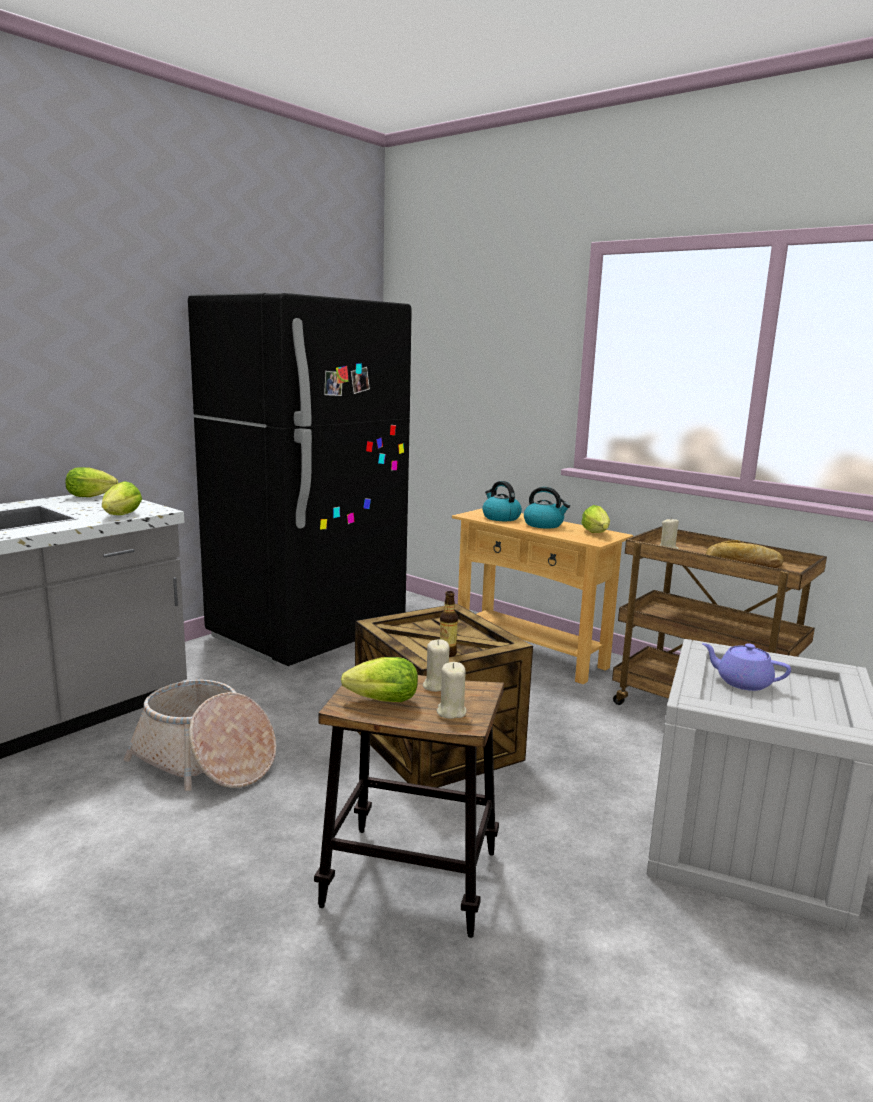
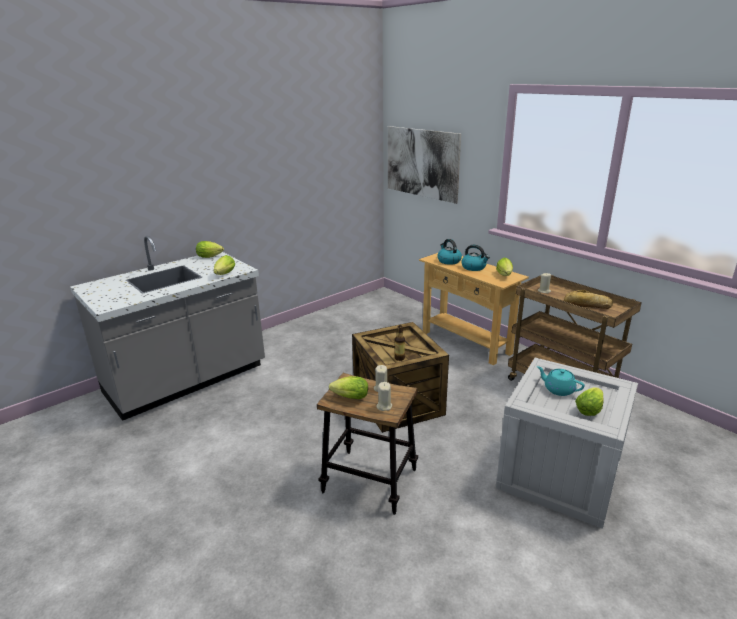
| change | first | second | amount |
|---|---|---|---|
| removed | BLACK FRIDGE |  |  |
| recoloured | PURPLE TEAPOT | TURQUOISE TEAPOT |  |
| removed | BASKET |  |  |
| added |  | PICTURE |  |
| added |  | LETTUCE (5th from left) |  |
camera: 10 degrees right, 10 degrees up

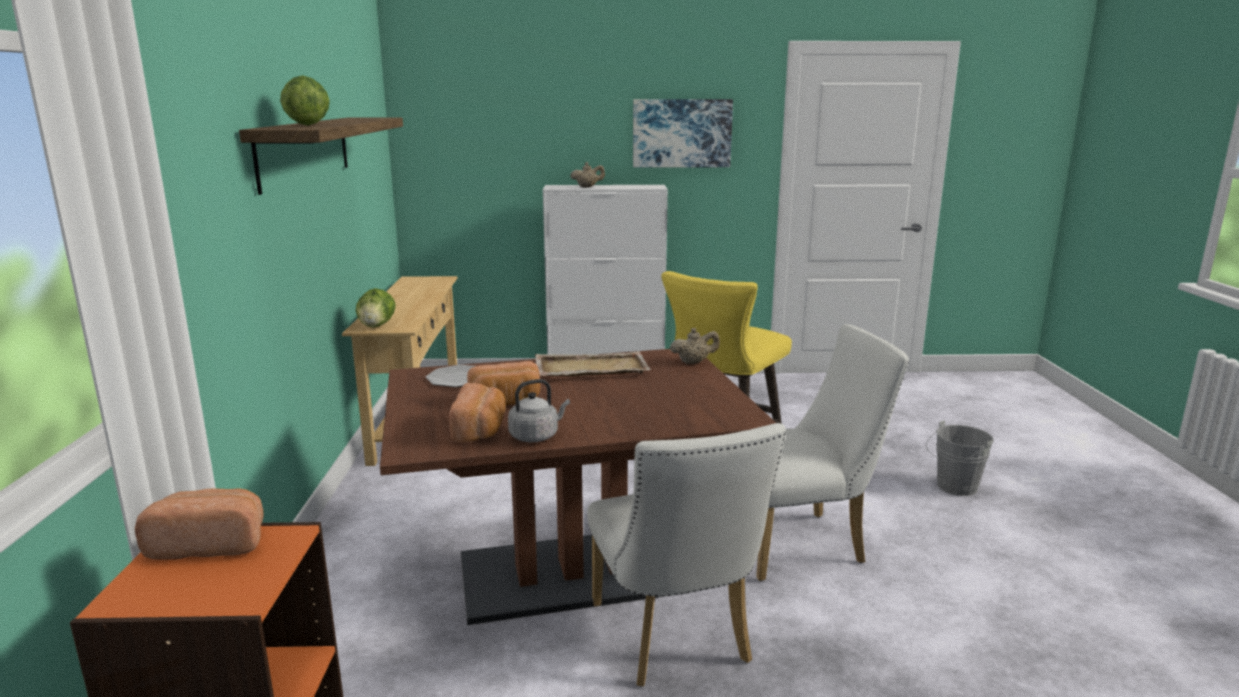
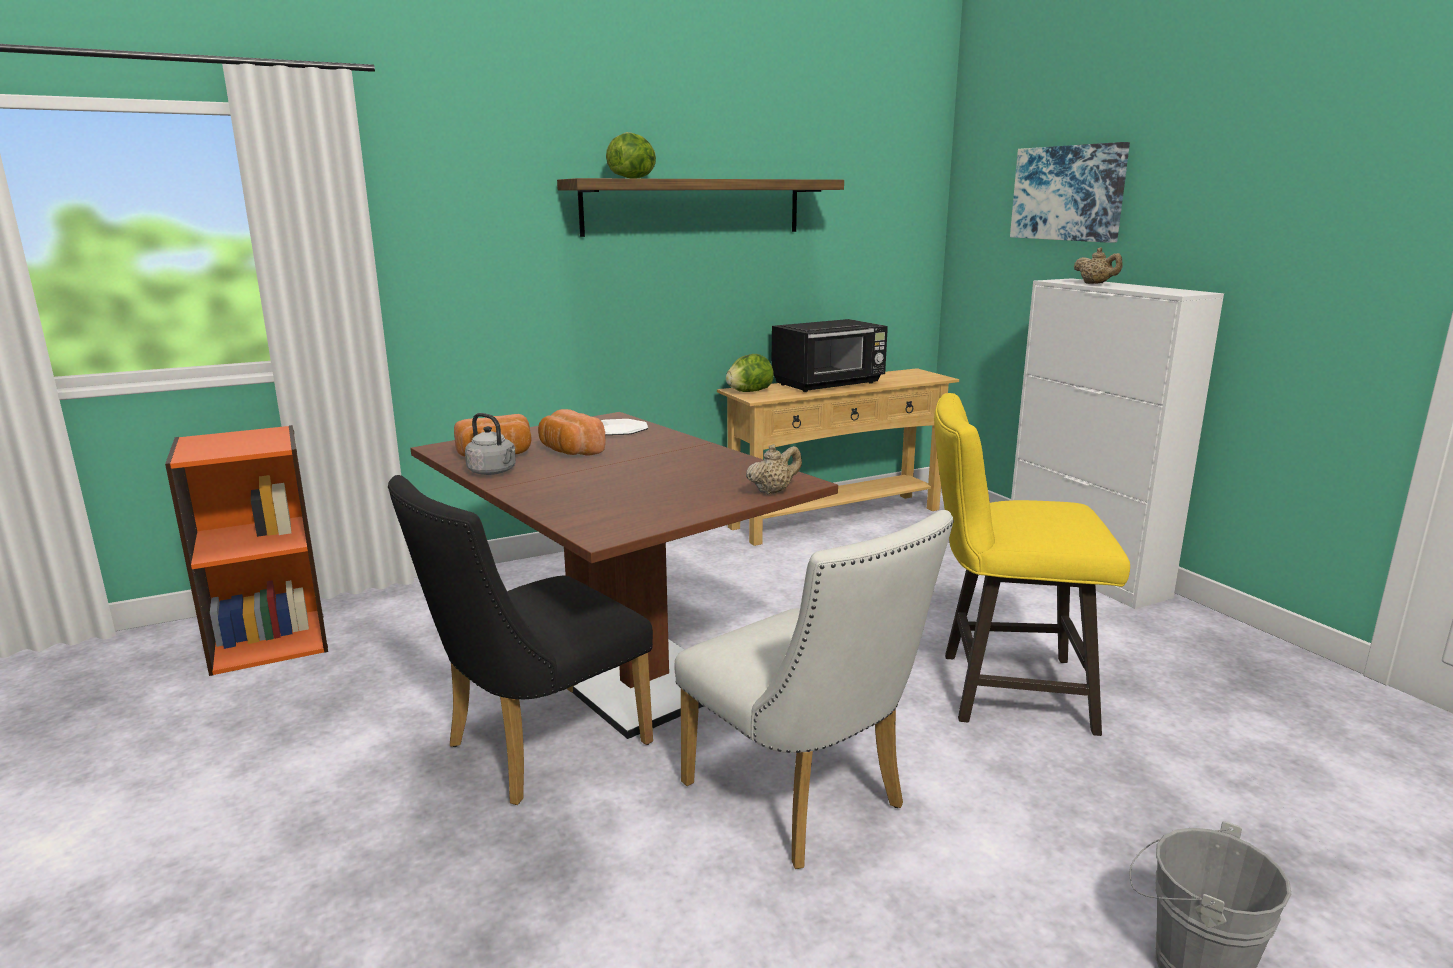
| change | first | second | amount |
|---|---|---|---|
| moved | PICTURE |  |  |
| turned | BEIGE TEAPOT (2nd from left in the first image) | BEIGE TEAPOT (1st from left) | 90 degrees counterclockwise |
| removed | BEIGE TRAY |  |  |
| recoloured | WHITE CHAIR (1st from left) | BLACK CHAIR |  |
| removed | BREAD (1st from left) |  |  |
| added |  | BLACK MICROWAVE |  |
camera: 65 degrees right, 0 degrees up

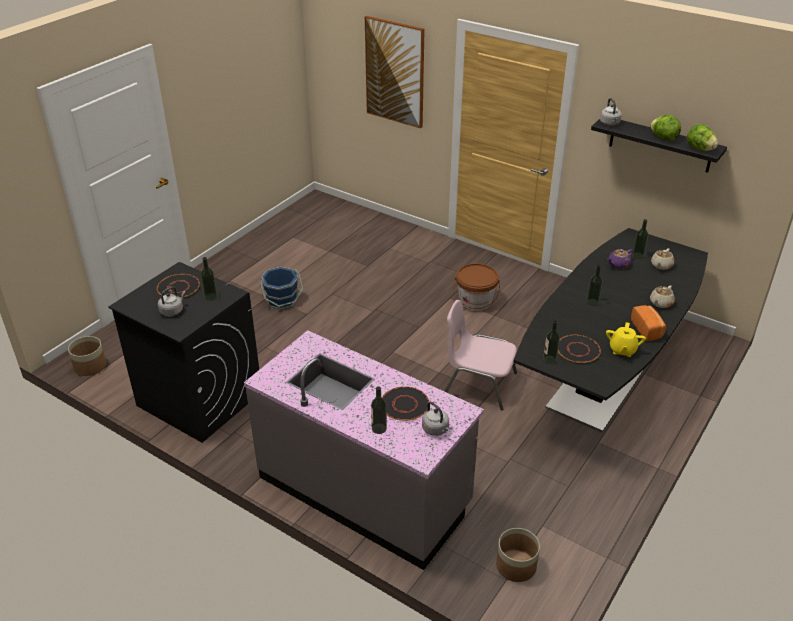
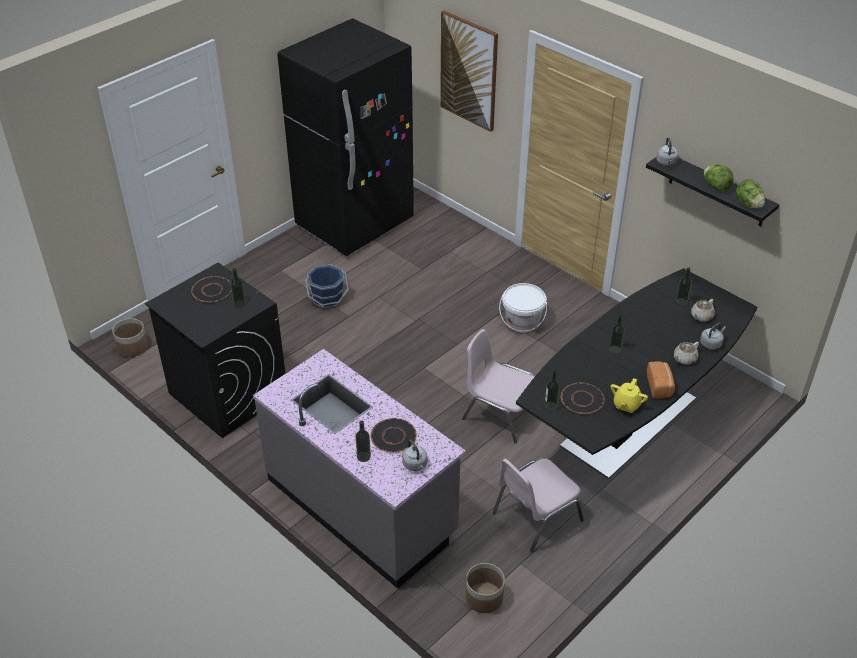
| change | first | second | amount |
|---|---|---|---|
| removed | PURPLE TEAPOT |  |  |
| recoloured | BROWN BUCKET | WHITE BUCKET |  |
| moved | GREY KETTLE (1st from left in the first image) | GREY KETTLE (3rd from left) |  |
| added |  | BLACK FRIDGE |  |
| added |  | PINK CHAIR (2nd from left) |  |
camera: 10 degrees right, 5 degrees up

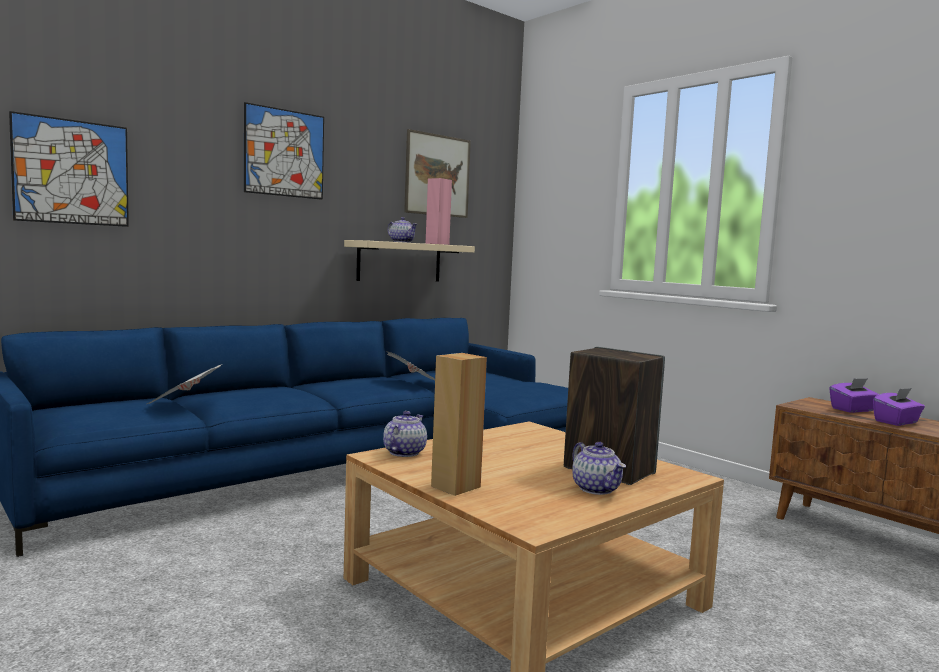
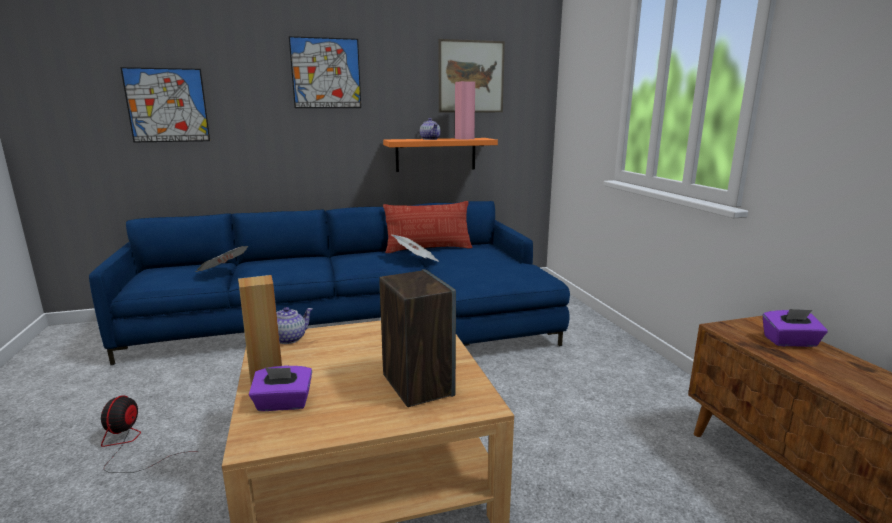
| change | first | second | amount |
|---|---|---|---|
| recoloured | BEIGE SHELF | ORANGE SHELF |  |
| moved | PURPLE TISSUE BOX (2nd from left in the first image) | PURPLE TISSUE BOX (1st from left) |  |
| removed | TEAPOT (3rd from left) |  |  |
| added |  | PILLOW |  |
| added |  | FAN |  |
camera: 25 degrees right, 10 degrees up

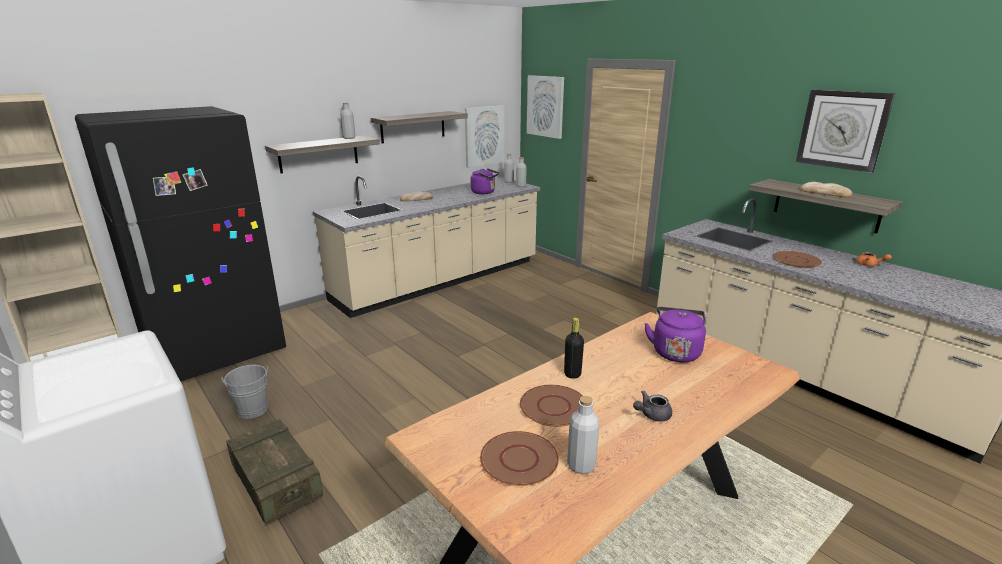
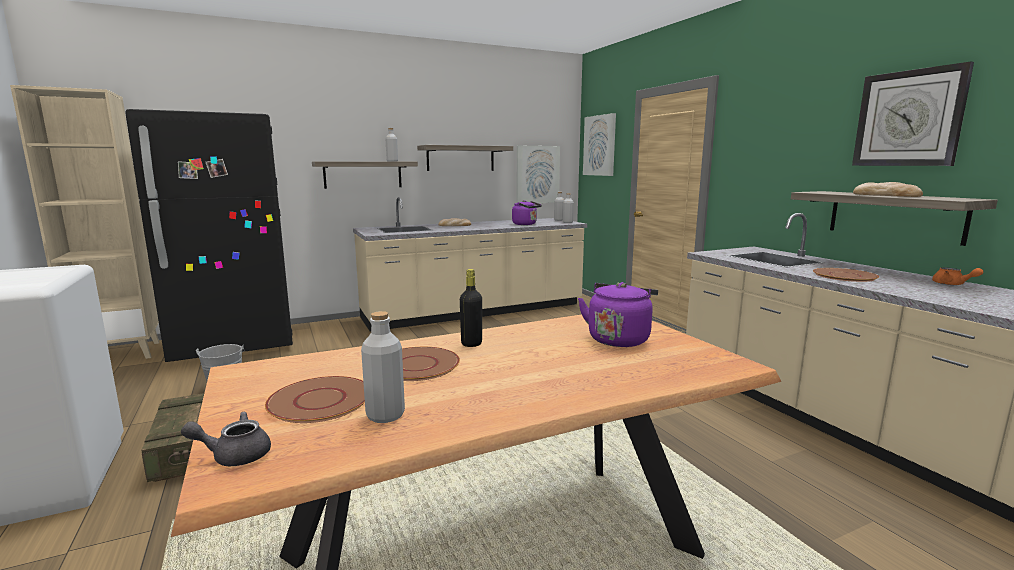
| change | first | second | amount |
|---|---|---|---|
| moved | GREY TEAPOT |  |  |
camera: 15 degrees right, 10 degrees down

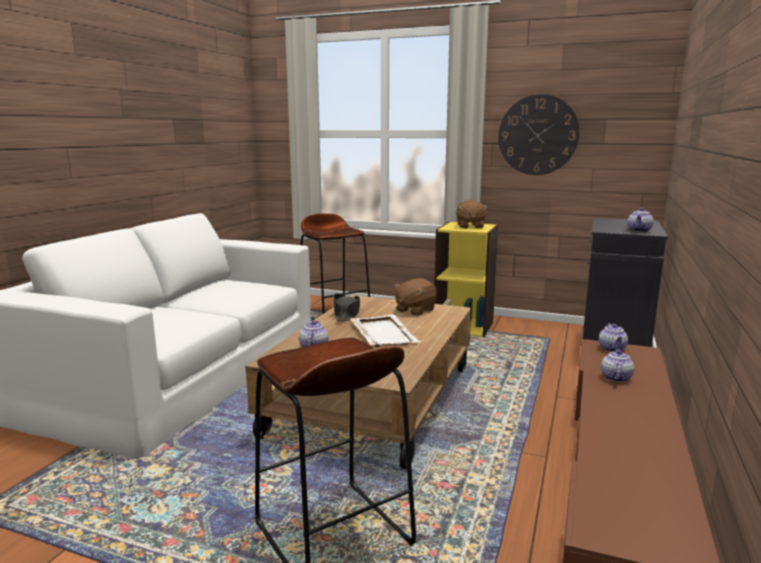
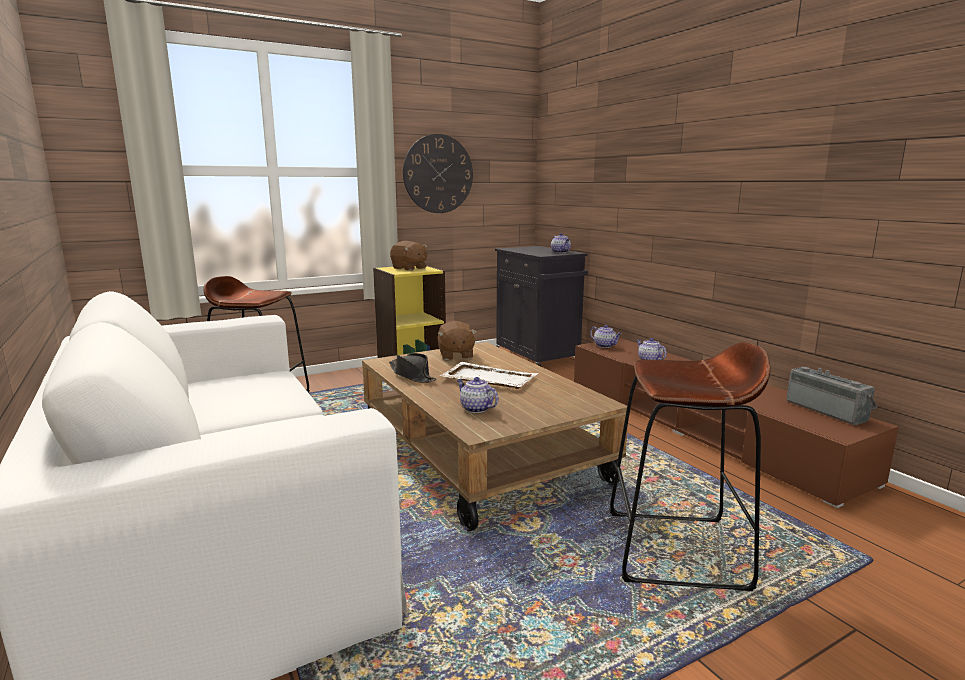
| change | first | second | amount |
|---|---|---|---|
| added |  | RADIO |  |
camera: 50 degrees left, 0 degrees up

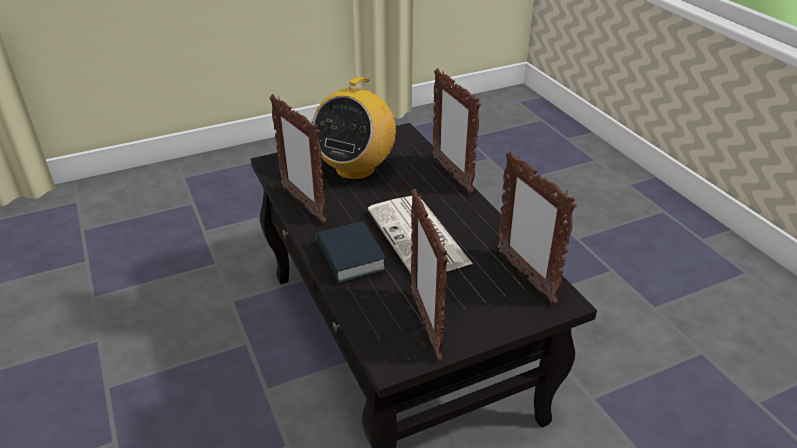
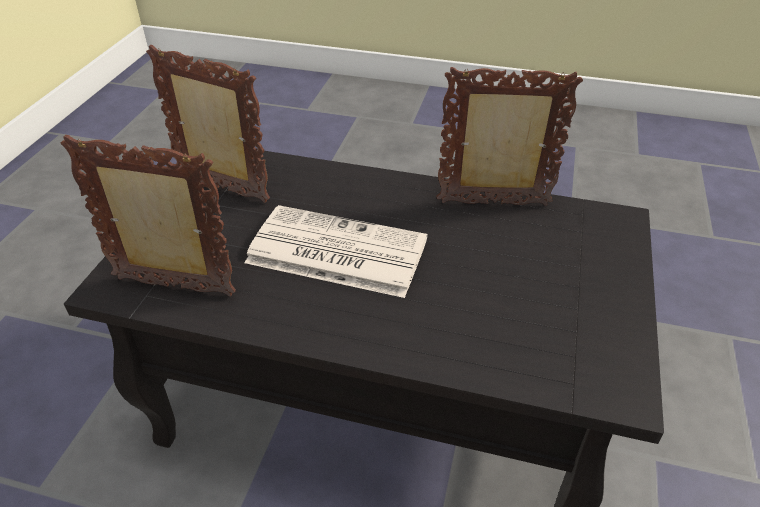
| change | first | second | amount |
|---|---|---|---|
| removed | PICTURE FRAME (3rd from left) |  |  |
| removed | RADIO |  |  |
| removed | BOOK |  |  |
camera: 130 degrees right, 5 degrees up

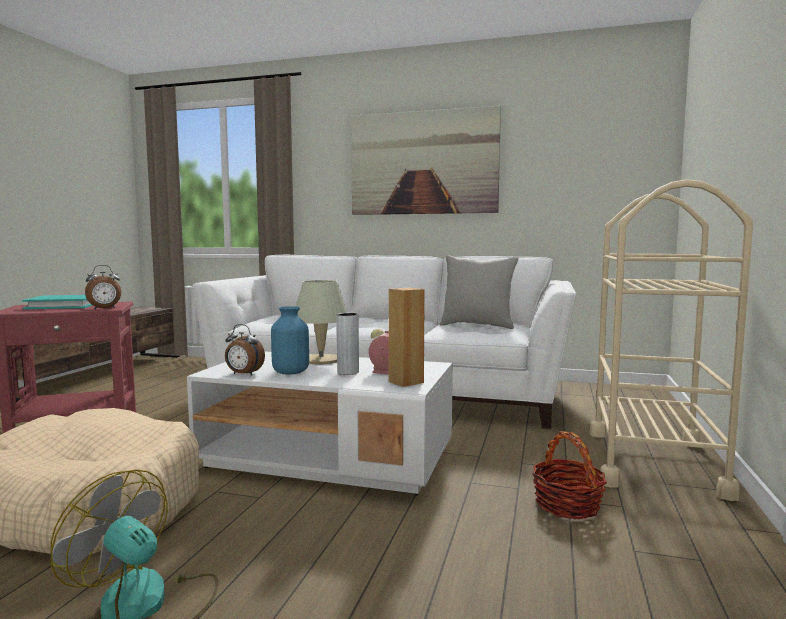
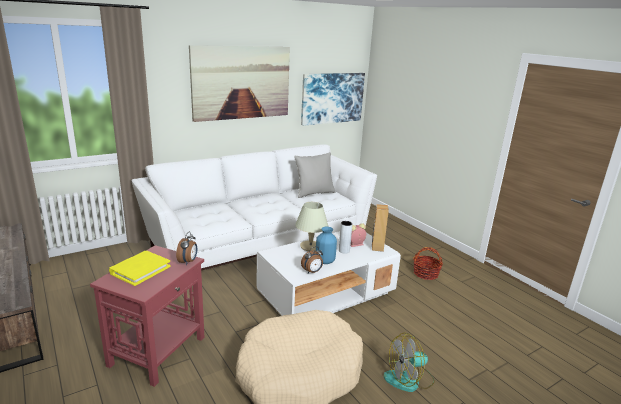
| change | first | second | amount |
|---|---|---|---|
| removed | BEIGE CART |  |  |
| recoloured | TURQUOISE BOOK | YELLOW BOOK |  |
| added |  | PICTURE (2nd from left) |  |
camera: 50 degrees left, 15 degrees up

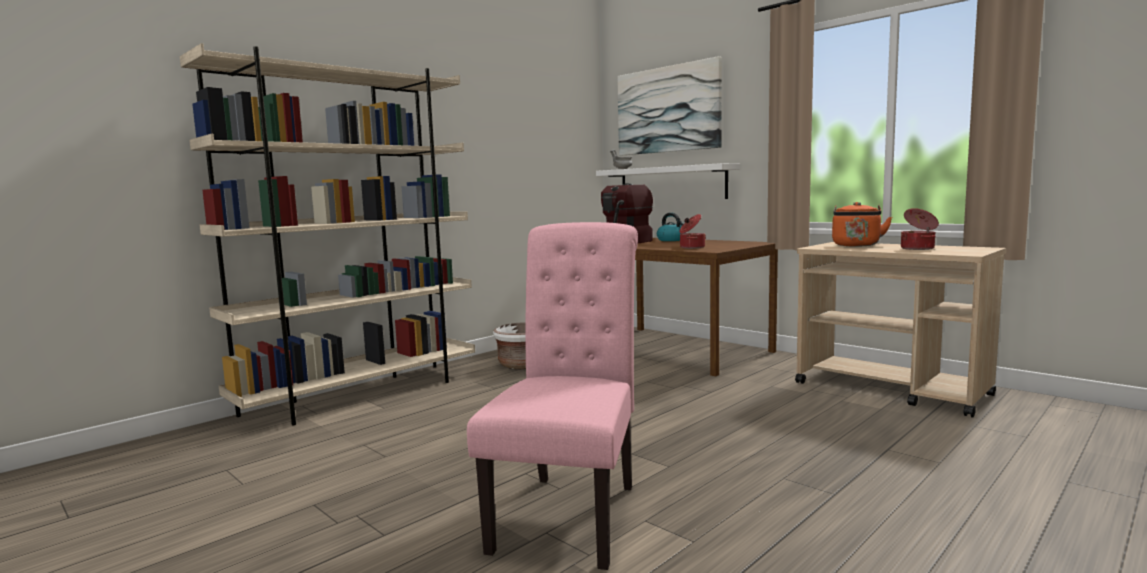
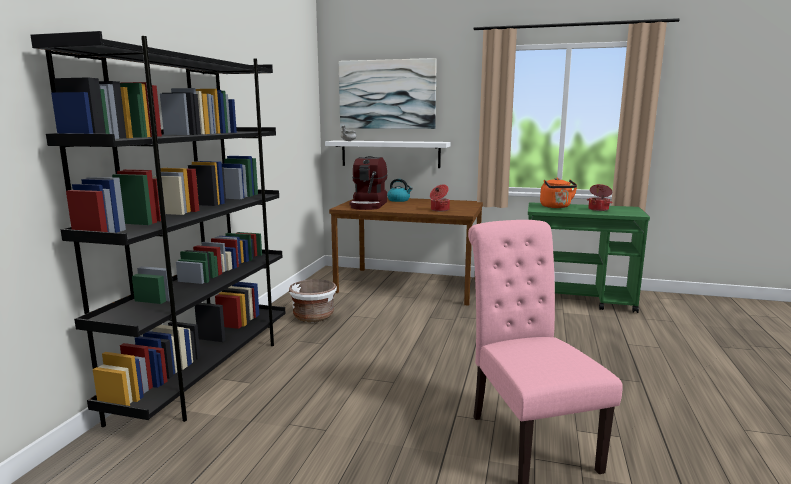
| change | first | second | amount |
|---|---|---|---|
| recoloured | BEIGE BOOKCASE | BLACK BOOKCASE |  |
| recoloured | BEIGE CART | GREEN CART |  |
camera: 30 degrees left, 5 degrees up

